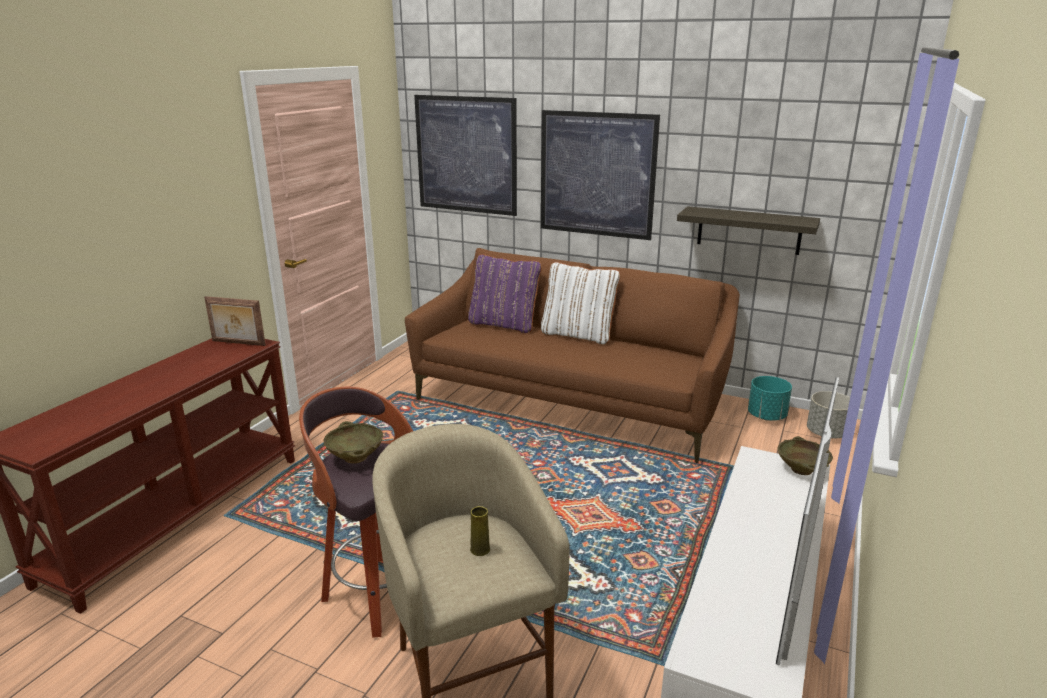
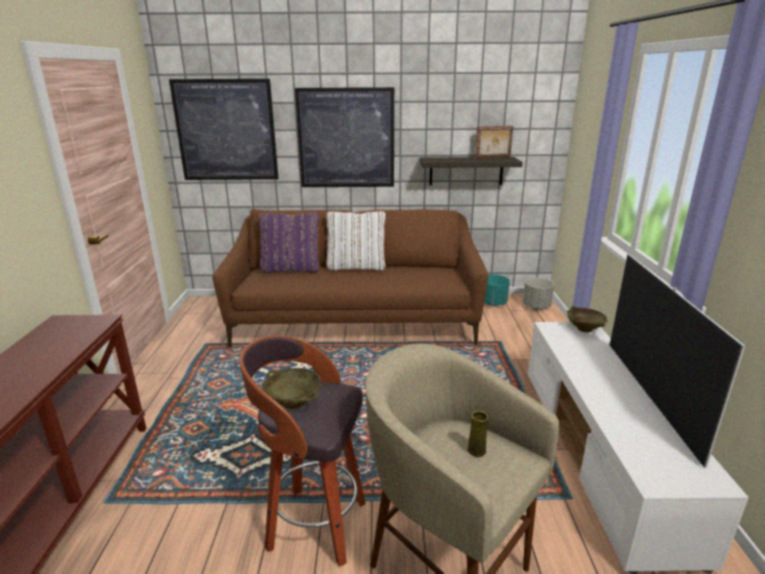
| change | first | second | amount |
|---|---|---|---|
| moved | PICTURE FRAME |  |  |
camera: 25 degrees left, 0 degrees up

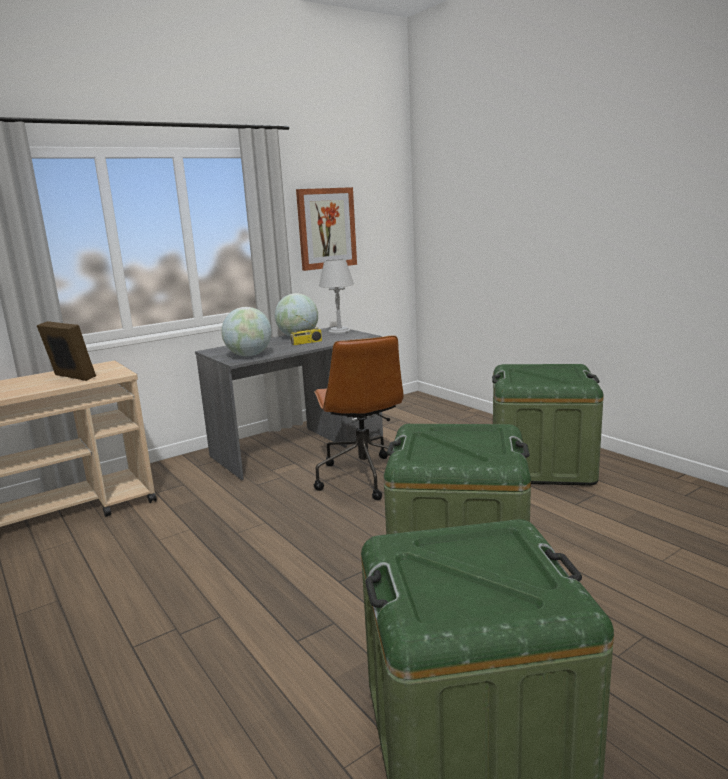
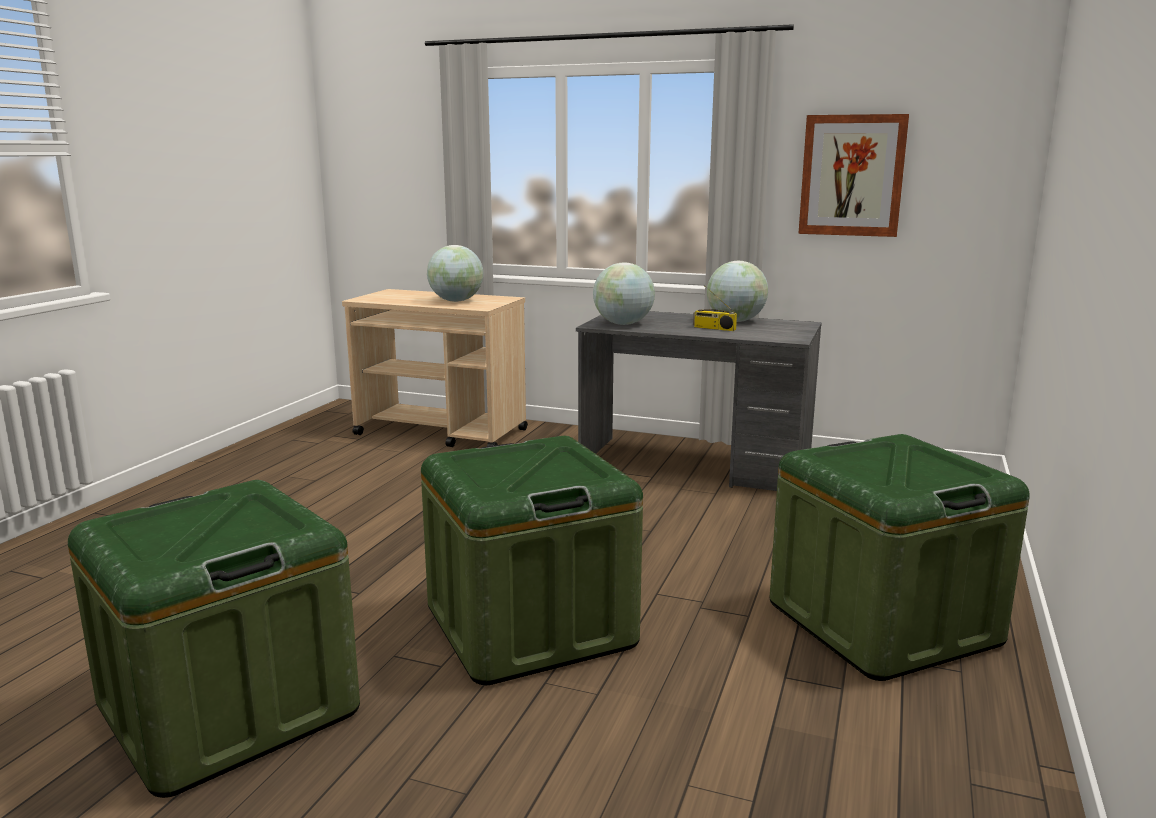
| change | first | second | amount |
|---|---|---|---|
| removed | GREY TABLE LAMP |  |  |
| replaced | PICTURE FRAME | GLOBE (1st from left) |  |
| removed | BROWN OFFICE CHAIR |  |  |
camera: 55 degrees right, 0 degrees up

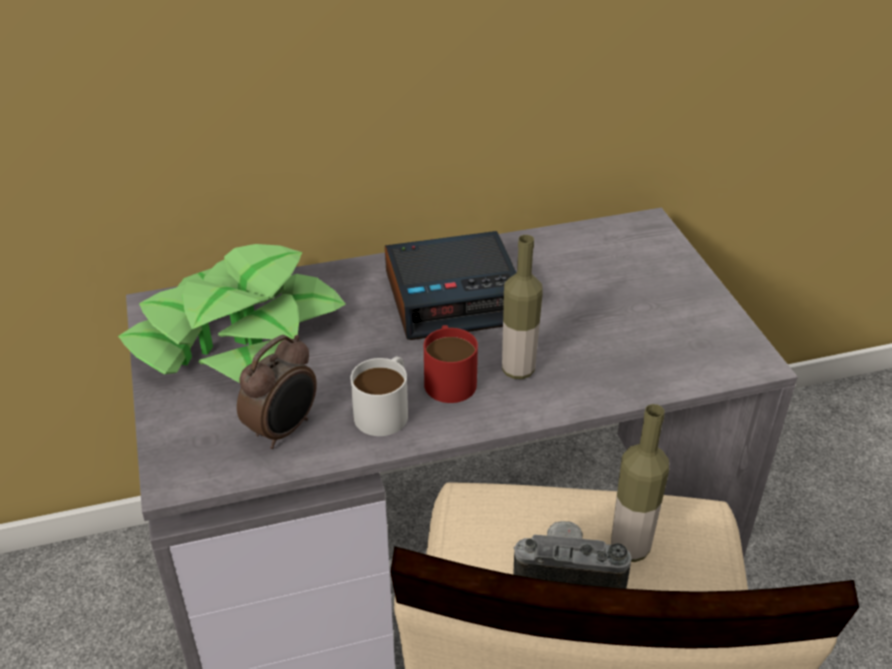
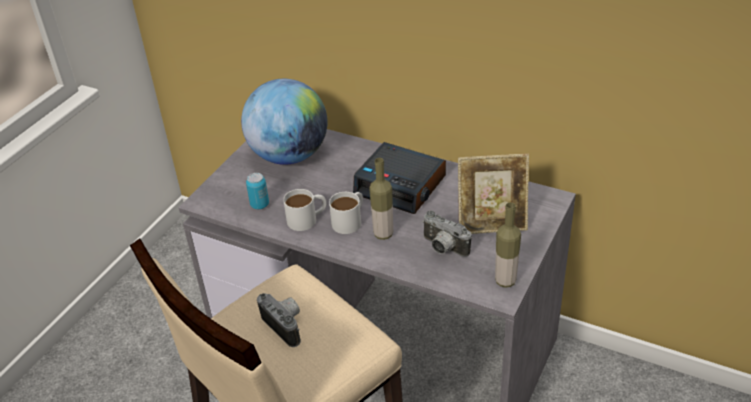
| change | first | second | amount |
|---|---|---|---|
| replaced | POTTED PLANT | GLOBE |  |
| recoloured | RED MUG | WHITE MUG (2nd from left) |  |
| replaced | ALARM CLOCK (1st from left) | CAN |  |
| moved | BOTTLE (2nd from left) |  |  |
| added |  | PICTURE FRAME |  |
| added |  | PHOTO CAMERA (2nd from left) |  |
camera: 45 degrees right, 0 degrees up

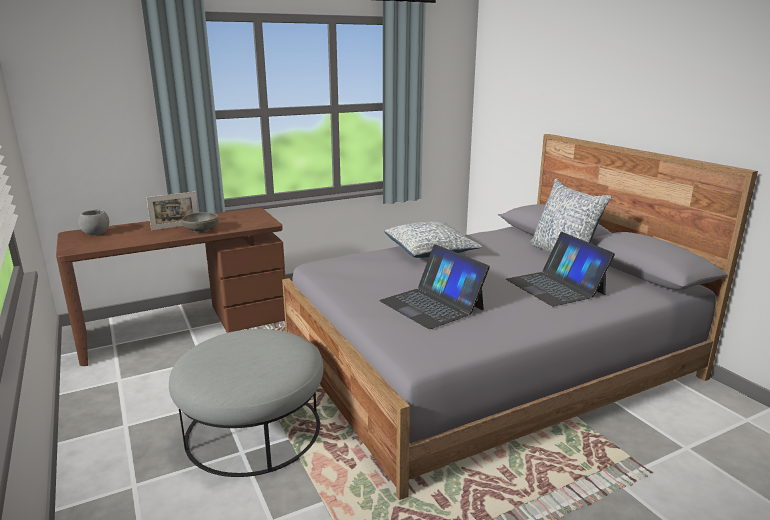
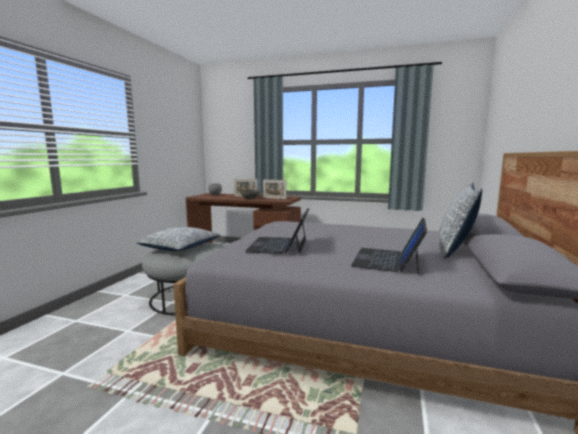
| change | first | second | amount |
|---|---|---|---|
| moved | PILLOW (1st from left) |  |  |
| added |  | PICTURE FRAME (2nd from left) |  |
camera: 45 degrees right, 10 degrees down

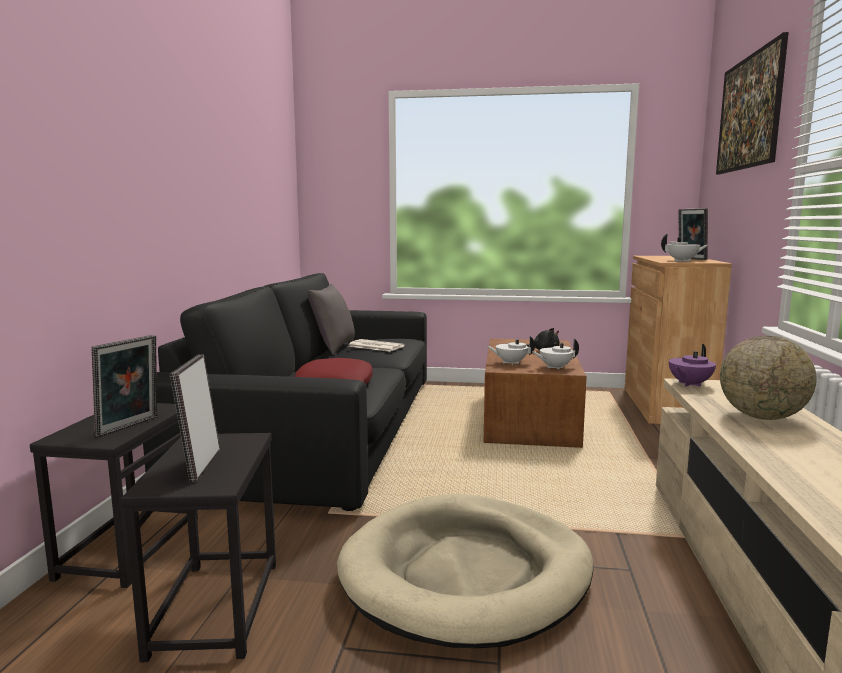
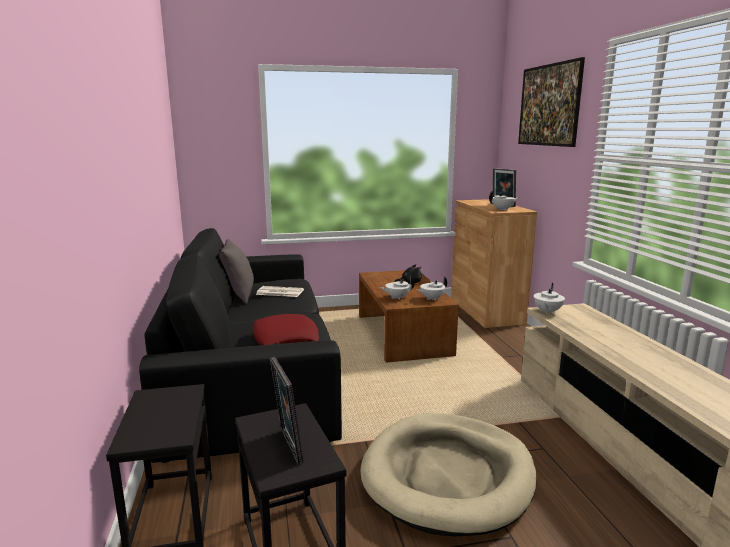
| change | first | second | amount |
|---|---|---|---|
| removed | PICTURE FRAME (1st from left) |  |  |
| removed | GLOBE |  |  |
| recoloured | PURPLE TEAPOT | WHITE TEAPOT (4th from left) |  |
camera: 20 degrees left, 5 degrees up

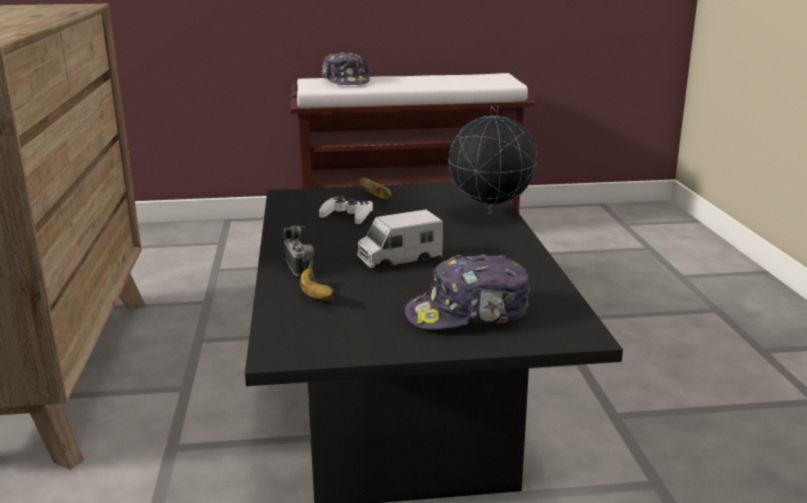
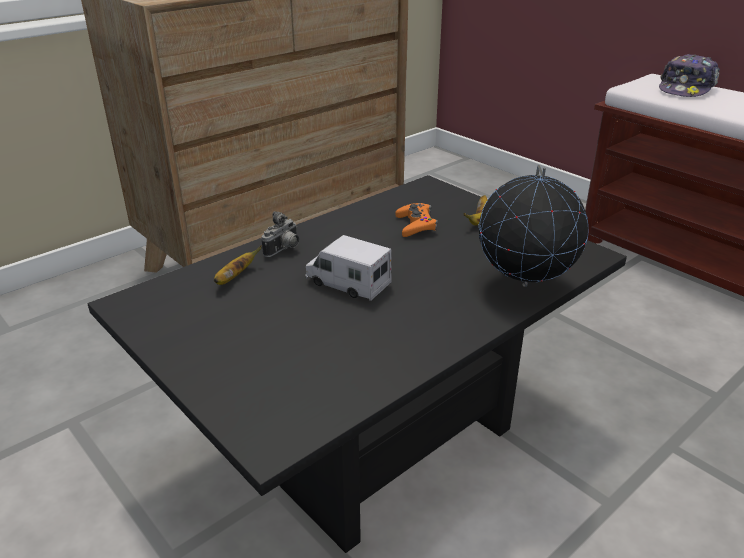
| change | first | second | amount |
|---|---|---|---|
| recoloured | WHITE GAME CONTROLLER | ORANGE GAME CONTROLLER |  |
| removed | CAP (2nd from left) |  |  |
camera: 55 degrees right, 10 degrees up

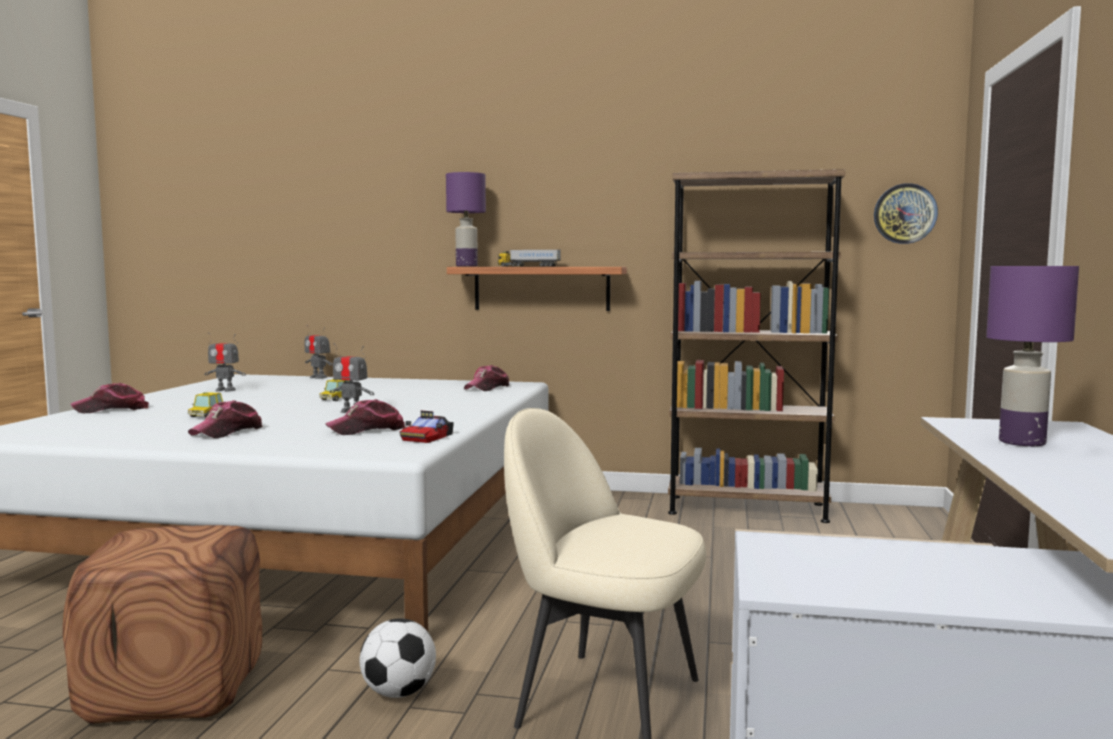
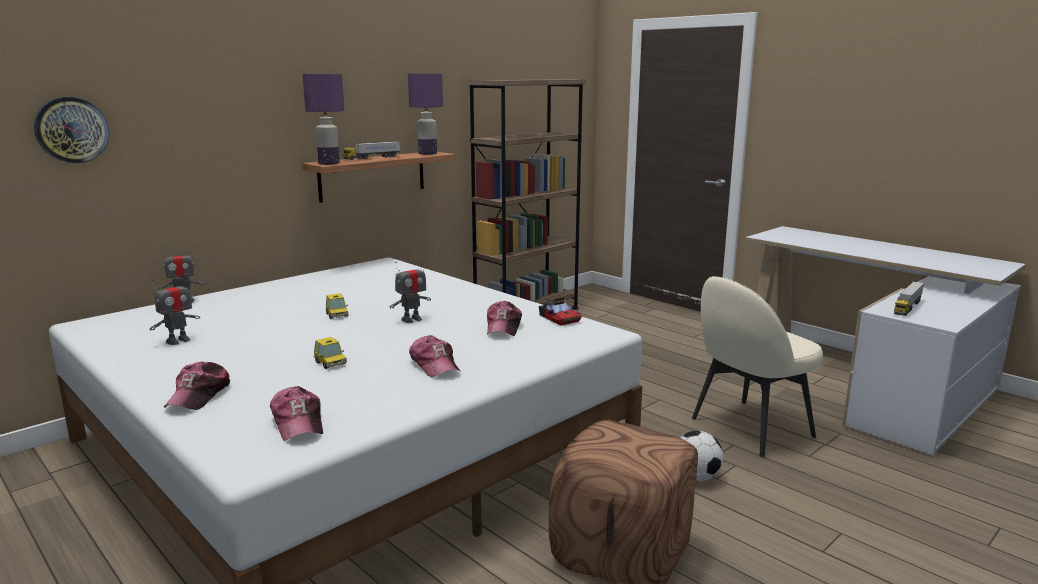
| change | first | second | amount |
|---|---|---|---|
| moved | WALL CLOCK |  |  |
| moved | PURPLE TABLE LAMP (2nd from left) |  |  |
| moved | CAP (4th from left in the first image) | CAP (2nd from left) |  |
| added |  | TOY TRUCK (2nd from left) |  |
camera: 55 degrees left, 10 degrees up

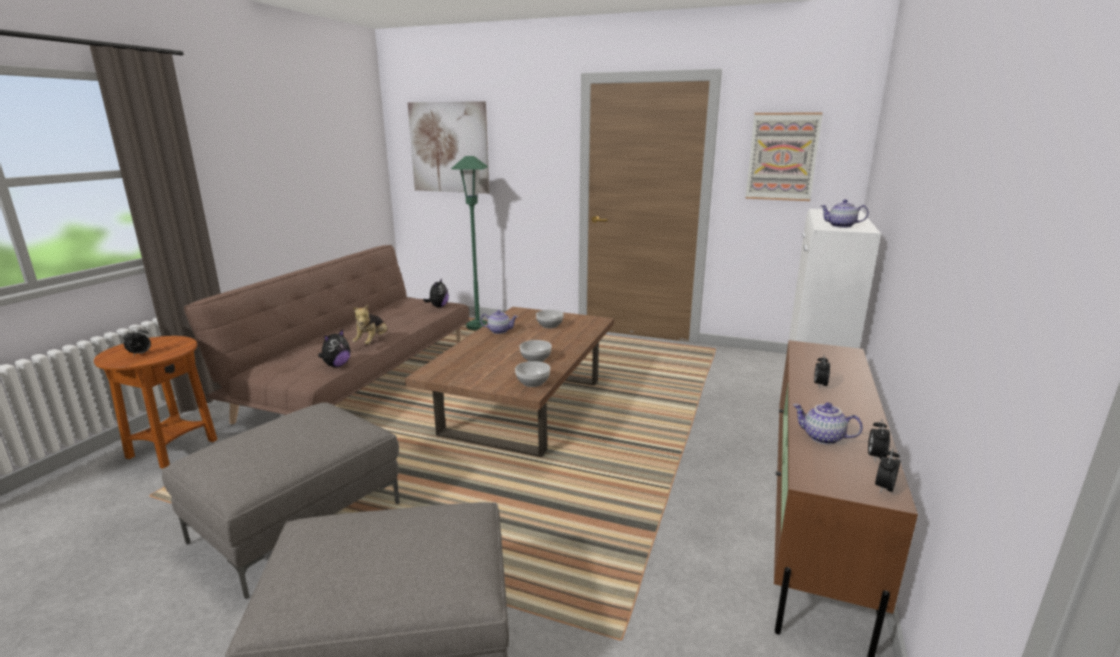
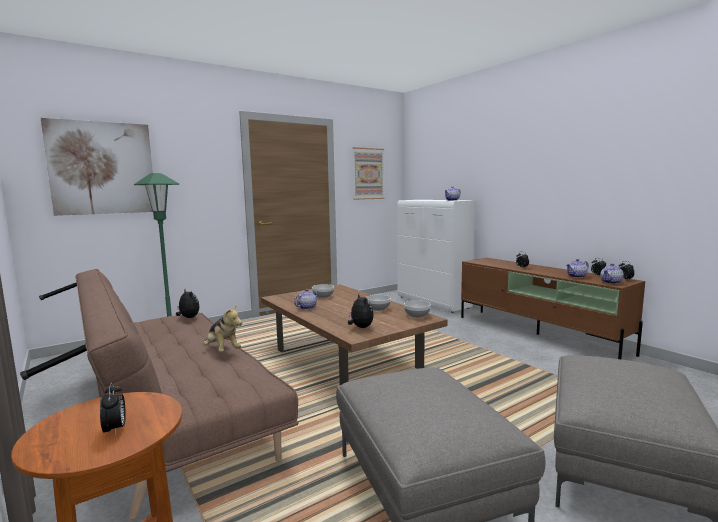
| change | first | second | amount |
|---|---|---|---|
| moved | PLUSH TOY (1st from left in the first image) | PLUSH TOY (3rd from left) |  |
| added |  | TEAPOT (4th from left) |  |
camera: 55 degrees left, 10 degrees down

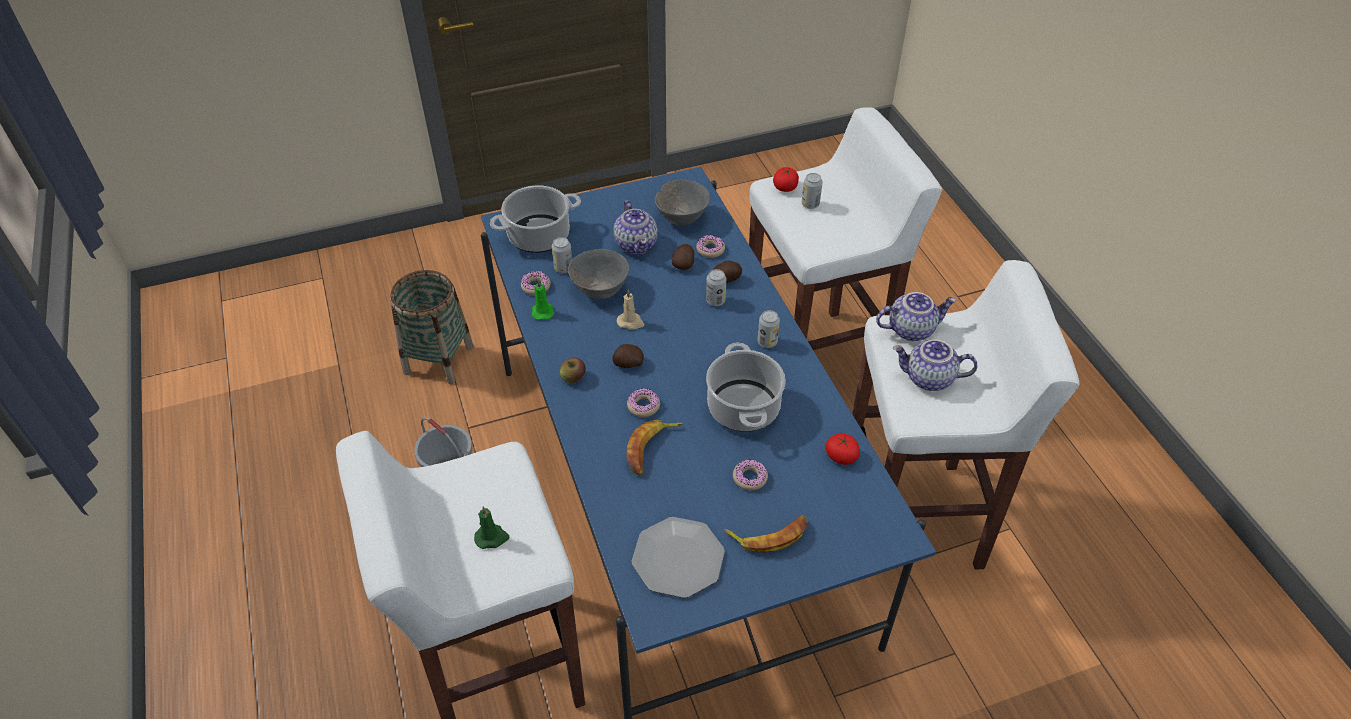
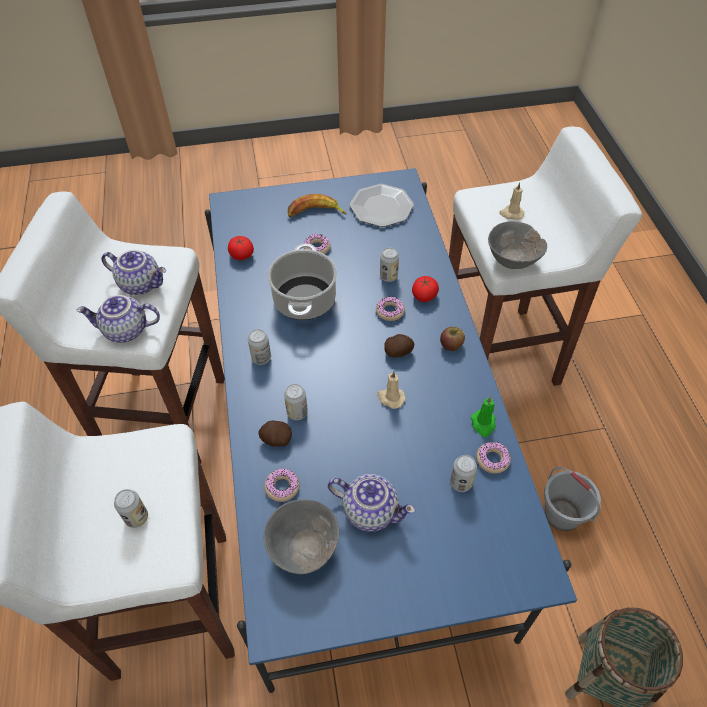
| change | first | second | amount |
|---|---|---|---|
| moved | TOMATO (1st from left in the first image) | TOMATO (2nd from left) |  |
| removed | COOKING POT (1st from left) |  |  |
| turned | TEAPOT (1st from left in the first image) | TEAPOT (3rd from left) | 120 degrees clockwise |
| removed | POTATO (2nd from left) |  |  |
| moved | GREY BOWL (1st from left in the first image) | GREY BOWL (2nd from left) |  |
| replaced | BANANA (1st from left) | CAN (4th from left) |  |
| recoloured | GREEN CANDLE (1st from left) | BEIGE CANDLE (2nd from left) |  |
camera: 170 degrees left, 5 degrees up

